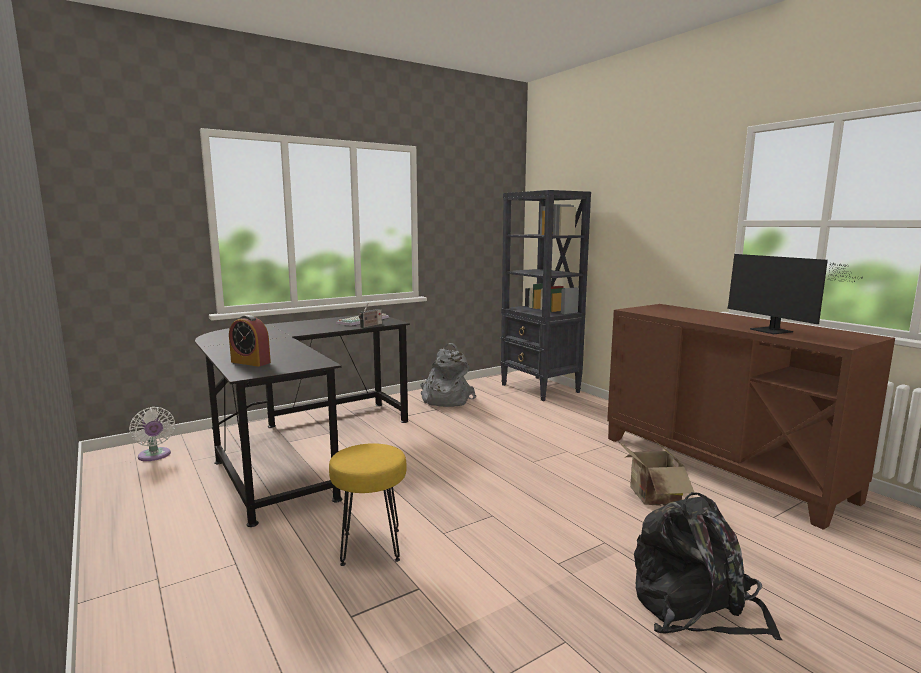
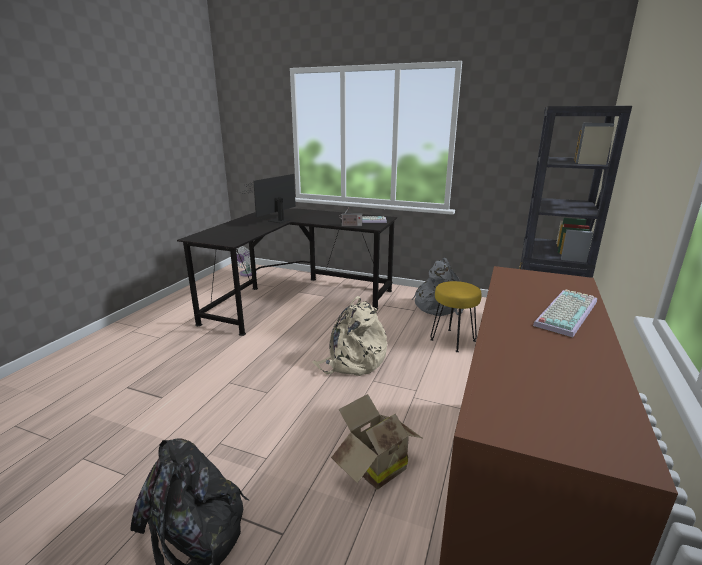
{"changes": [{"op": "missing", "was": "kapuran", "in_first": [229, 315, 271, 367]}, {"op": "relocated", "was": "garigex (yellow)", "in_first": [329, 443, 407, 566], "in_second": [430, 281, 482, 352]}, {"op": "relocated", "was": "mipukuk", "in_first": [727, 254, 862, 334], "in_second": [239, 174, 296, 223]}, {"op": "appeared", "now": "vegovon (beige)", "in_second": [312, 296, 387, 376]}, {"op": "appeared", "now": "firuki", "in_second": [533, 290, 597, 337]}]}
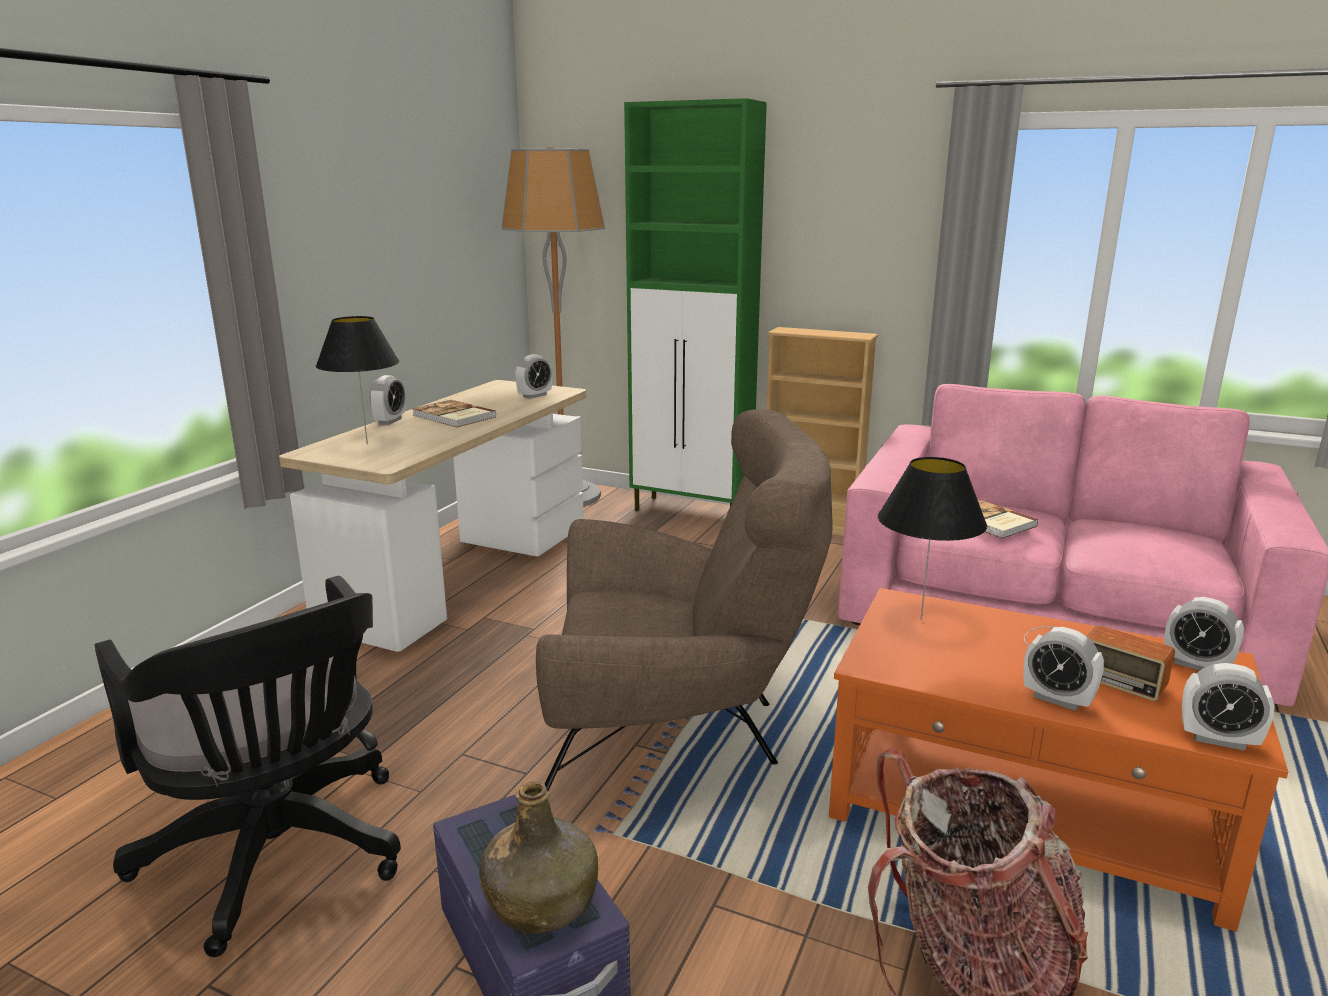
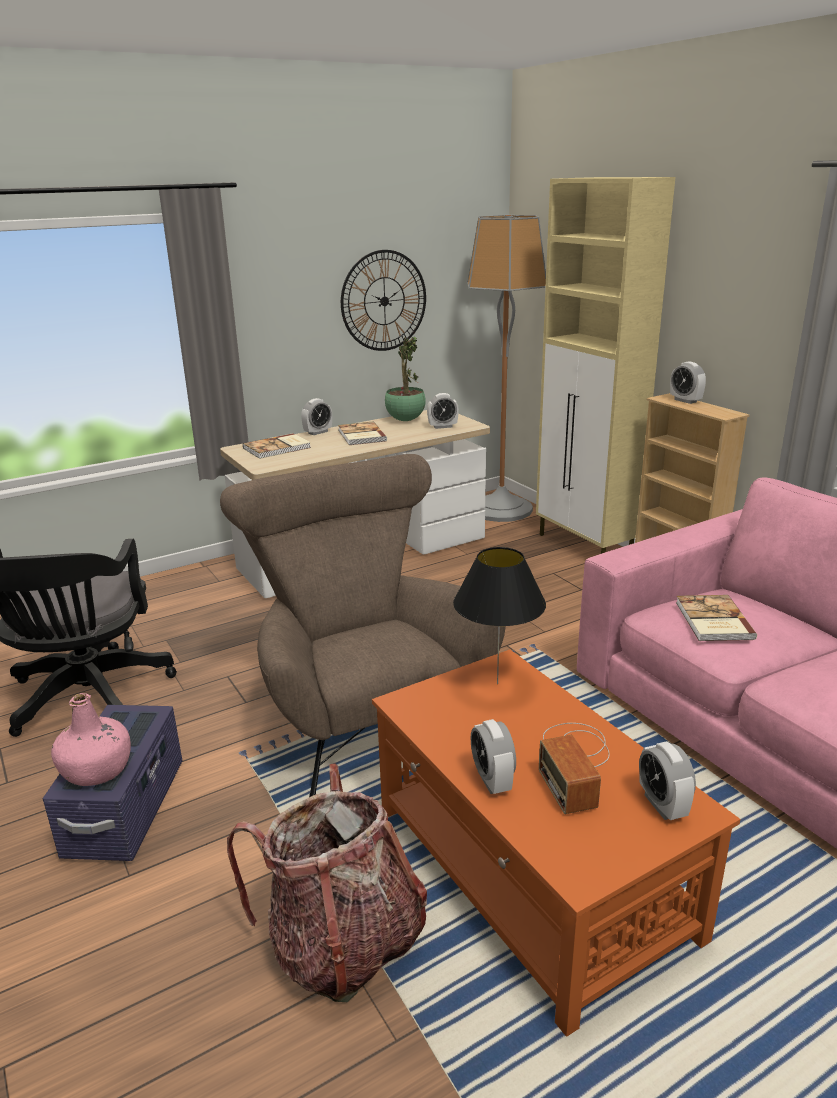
{"changes": [{"op": "exchanged", "was": "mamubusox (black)", "now": "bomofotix", "in_first": [316, 316, 399, 444], "in_second": [243, 433, 311, 459]}, {"op": "colour", "was": "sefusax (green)", "now": "sefusax (pink)", "in_first": [479, 782, 598, 933], "in_second": [51, 693, 131, 786]}, {"op": "spun", "was": "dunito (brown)", "in_first": [536, 409, 833, 791], "in_second": [220, 454, 506, 797], "clockwise": -150}, {"op": "colour", "was": "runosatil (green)", "now": "runosatil (beige)", "in_first": [624, 98, 767, 511], "in_second": [536, 177, 675, 554]}, {"op": "relocated", "was": "kapuran", "in_first": [1182, 663, 1275, 751], "in_second": [670, 361, 706, 404]}, {"op": "appeared", "now": "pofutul", "in_second": [341, 250, 426, 351]}, {"op": "appeared", "now": "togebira", "in_second": [385, 337, 426, 421]}]}
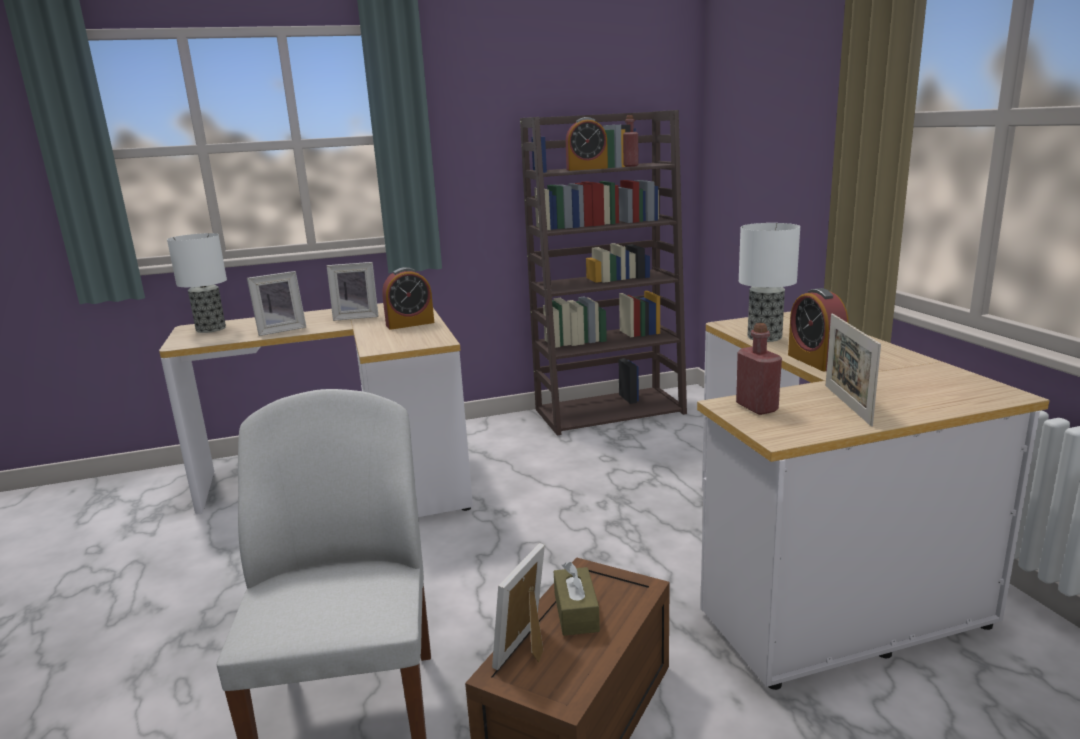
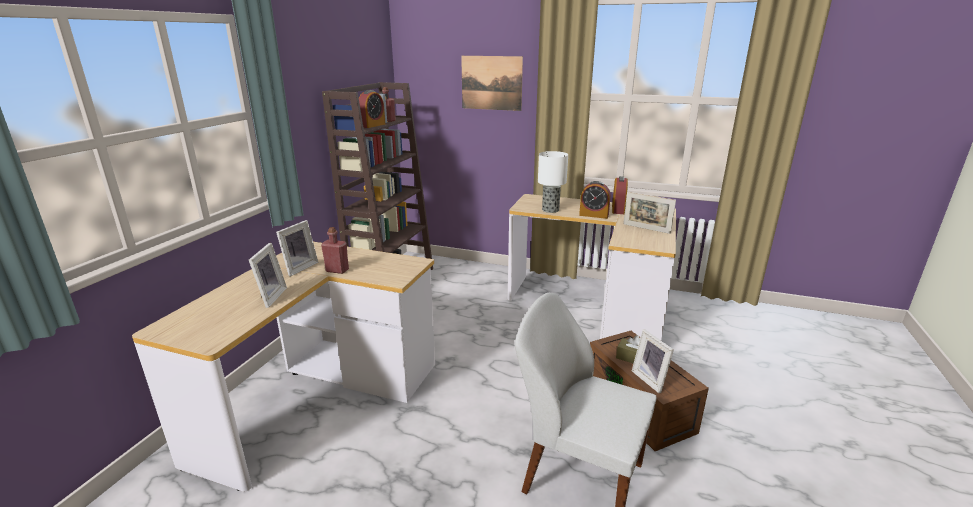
{"changes": [{"op": "missing", "was": "mamubusox", "in_first": [167, 233, 227, 333]}, {"op": "relocated", "was": "kapuran", "in_first": [382, 267, 434, 330], "in_second": [612, 176, 628, 214]}, {"op": "relocated", "was": "sefusax (red)", "in_first": [736, 323, 782, 415], "in_second": [321, 227, 349, 274]}, {"op": "appeared", "now": "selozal", "in_second": [461, 56, 523, 111]}]}
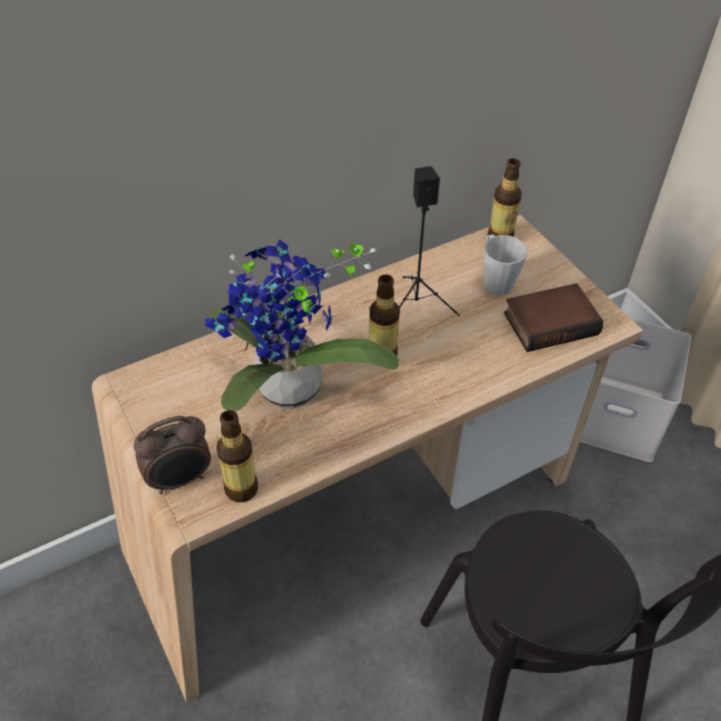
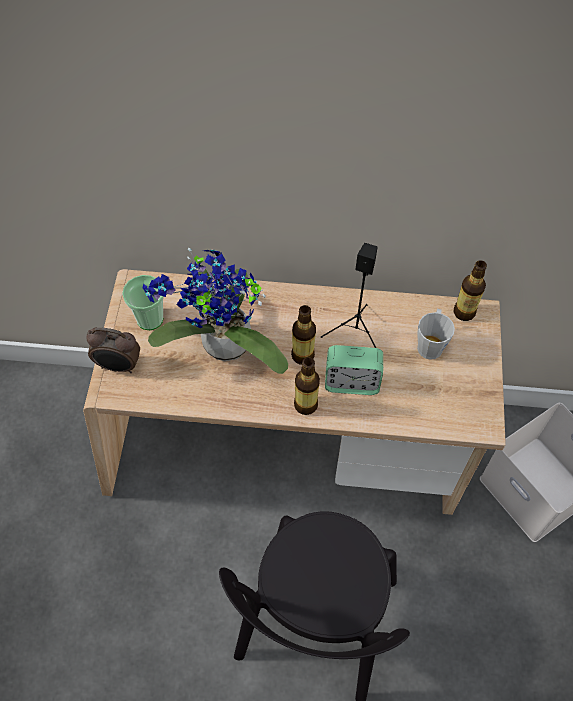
{"changes": [{"op": "relocated", "was": "sefusax", "in_first": [216, 410, 258, 502], "in_second": [294, 357, 320, 415]}, {"op": "missing", "was": "bomofotix", "in_first": [504, 283, 603, 352]}, {"op": "appeared", "now": "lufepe", "in_second": [122, 275, 164, 330]}, {"op": "appeared", "now": "kapuran", "in_second": [325, 345, 383, 395]}]}
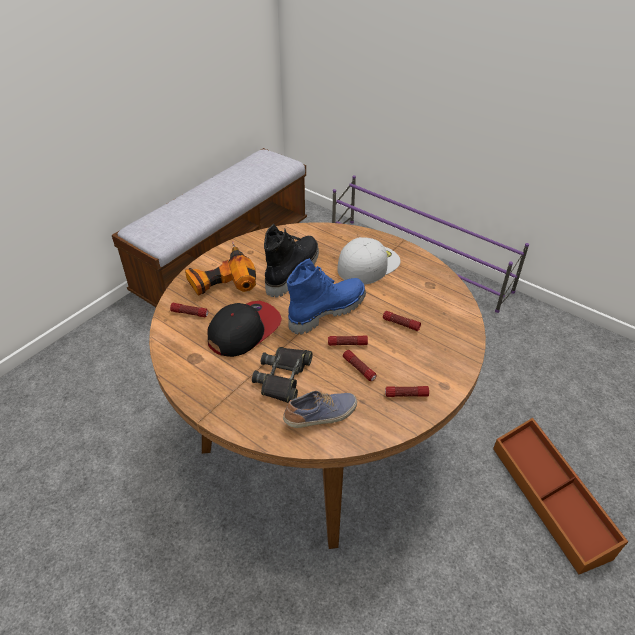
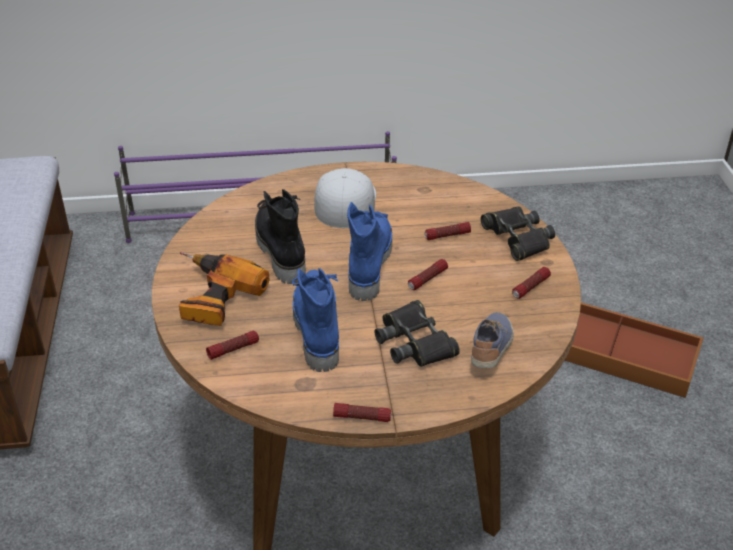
{"changes": [{"op": "exchanged", "was": "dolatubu", "now": "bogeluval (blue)", "in_first": [208, 301, 282, 357], "in_second": [292, 268, 339, 372]}, {"op": "relocated", "was": "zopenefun", "in_first": [343, 350, 376, 381], "in_second": [333, 403, 391, 422]}, {"op": "appeared", "now": "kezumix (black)", "in_second": [481, 206, 555, 261]}]}
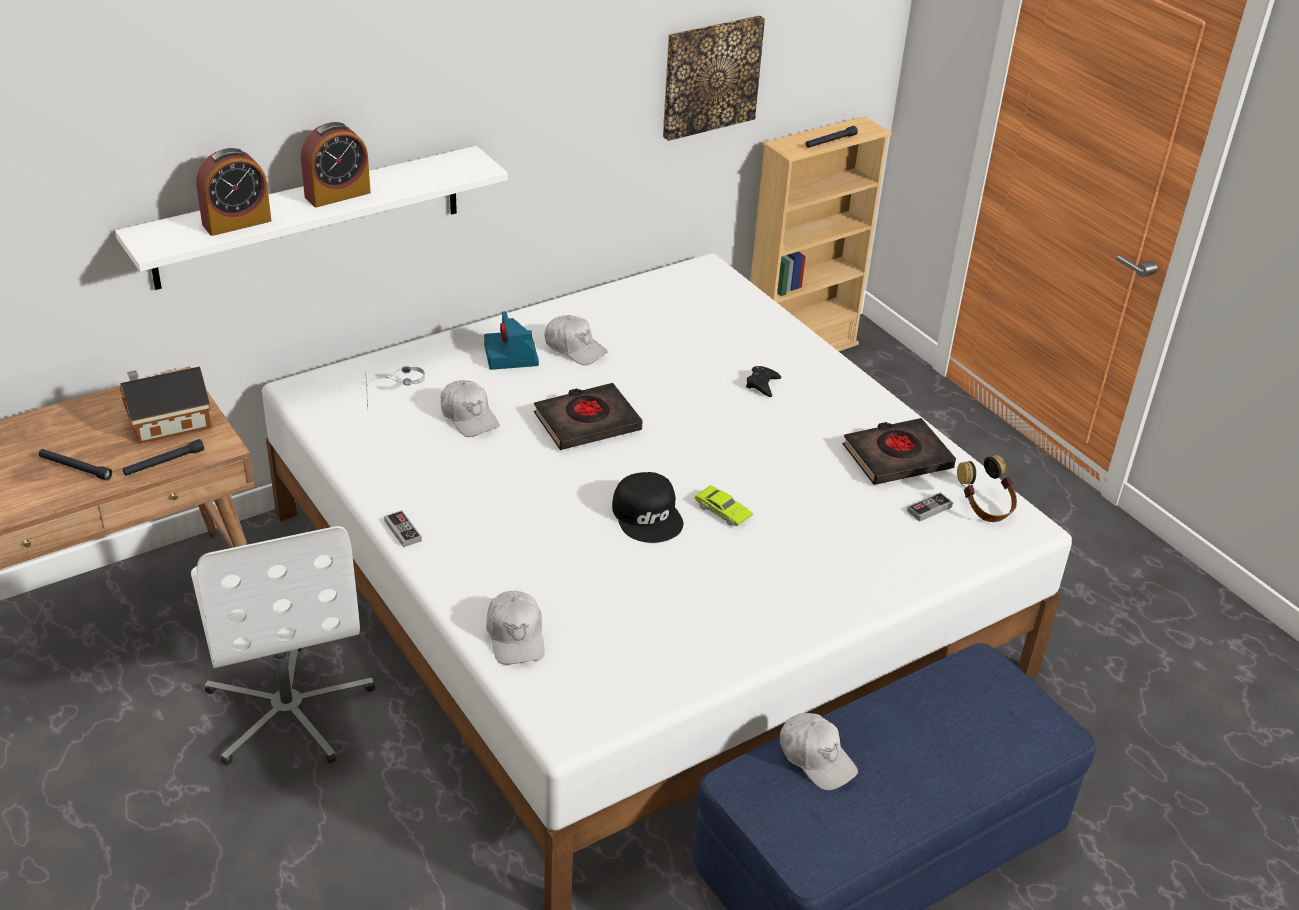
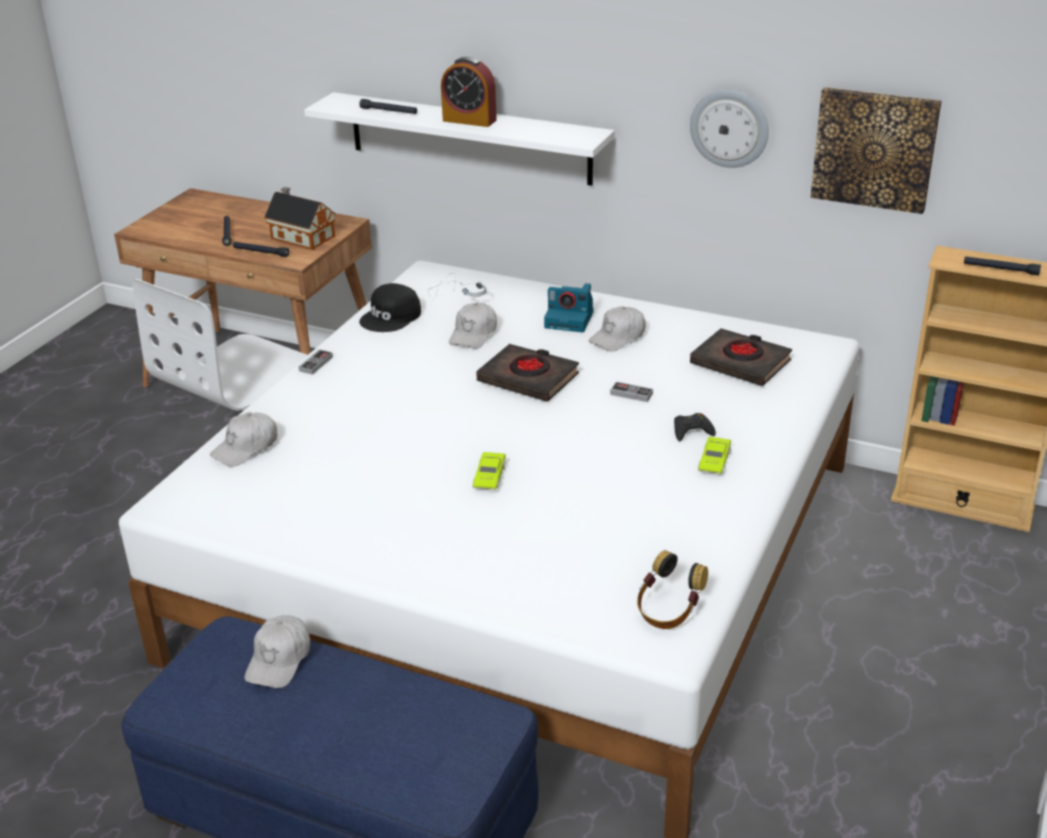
{"changes": [{"op": "exchanged", "was": "kapuran", "now": "zopenefun (black)", "in_first": [196, 148, 271, 236], "in_second": [359, 99, 417, 114]}, {"op": "spun", "was": "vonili", "in_first": [484, 311, 539, 370], "in_second": [544, 283, 593, 332], "clockwise": -120}, {"op": "spun", "was": "dolatubu (white)", "in_first": [545, 315, 608, 365], "in_second": [588, 306, 646, 352], "clockwise": 45}, {"op": "relocated", "was": "dolatubu (black)", "in_first": [612, 472, 683, 543], "in_second": [359, 283, 421, 332]}, {"op": "relocated", "was": "bomofotix (black)", "in_first": [843, 418, 956, 485], "in_second": [690, 329, 792, 386]}, {"op": "relocated", "was": "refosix", "in_first": [907, 492, 953, 522], "in_second": [610, 382, 653, 402]}, {"op": "appeared", "now": "pofutul", "in_second": [690, 90, 769, 168]}, {"op": "appeared", "now": "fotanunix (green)", "in_second": [698, 437, 731, 474]}]}
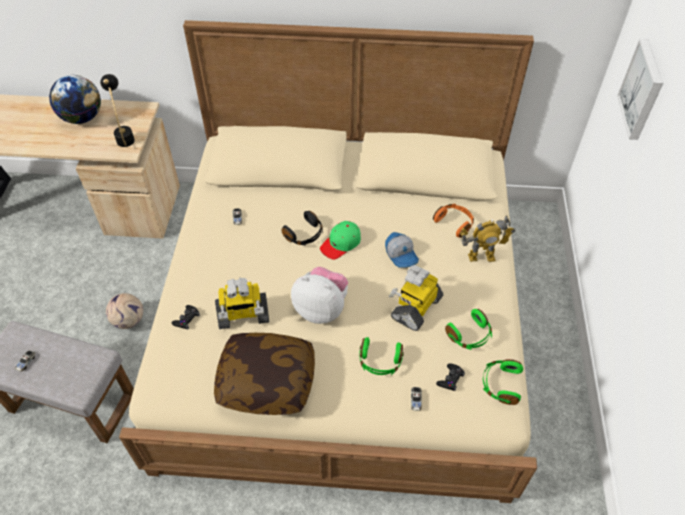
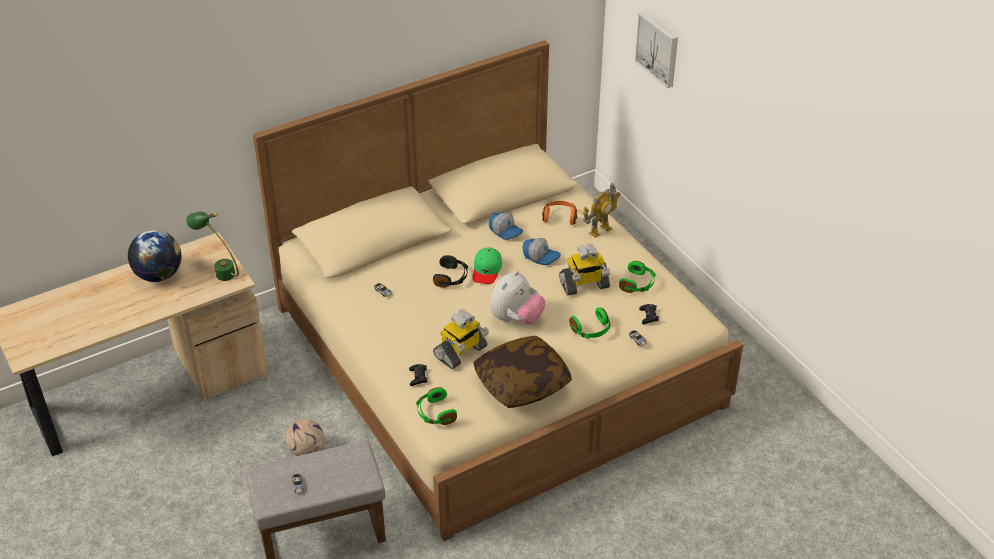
{"changes": [{"op": "colour", "was": "mamubusox (black)", "now": "mamubusox (green)", "in_first": [100, 74, 135, 147], "in_second": [186, 212, 239, 281]}, {"op": "spun", "was": "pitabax", "in_first": [291, 267, 348, 324], "in_second": [490, 271, 545, 325], "clockwise": 135}, {"op": "spun", "was": "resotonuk", "in_first": [389, 265, 443, 331], "in_second": [559, 244, 610, 296], "clockwise": -105}, {"op": "relocated", "was": "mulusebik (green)", "in_first": [483, 359, 523, 405], "in_second": [416, 387, 457, 425]}, {"op": "appeared", "now": "dolatubu", "in_second": [488, 212, 523, 240]}]}
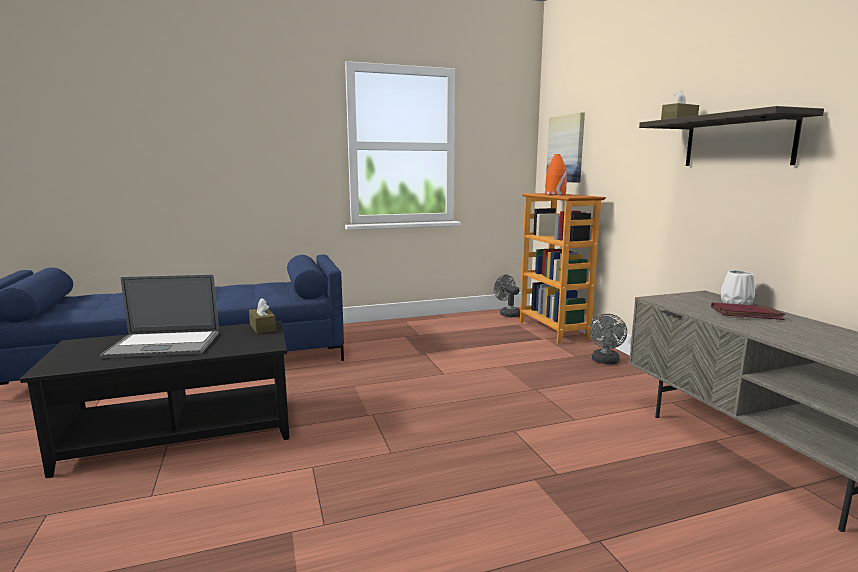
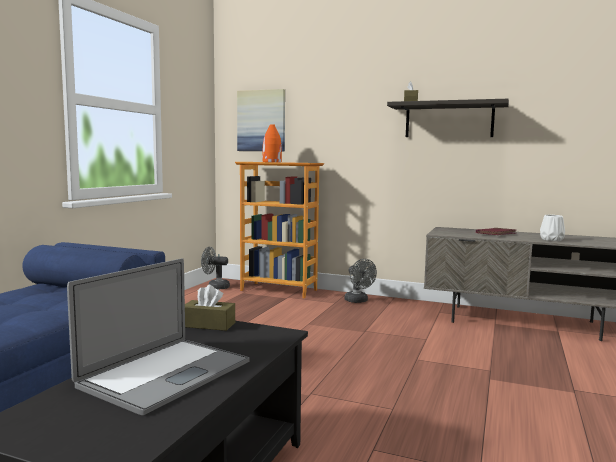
{"changes": [{"op": "relocated", "was": "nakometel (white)", "in_first": [721, 270, 755, 305], "in_second": [540, 215, 565, 241]}]}
